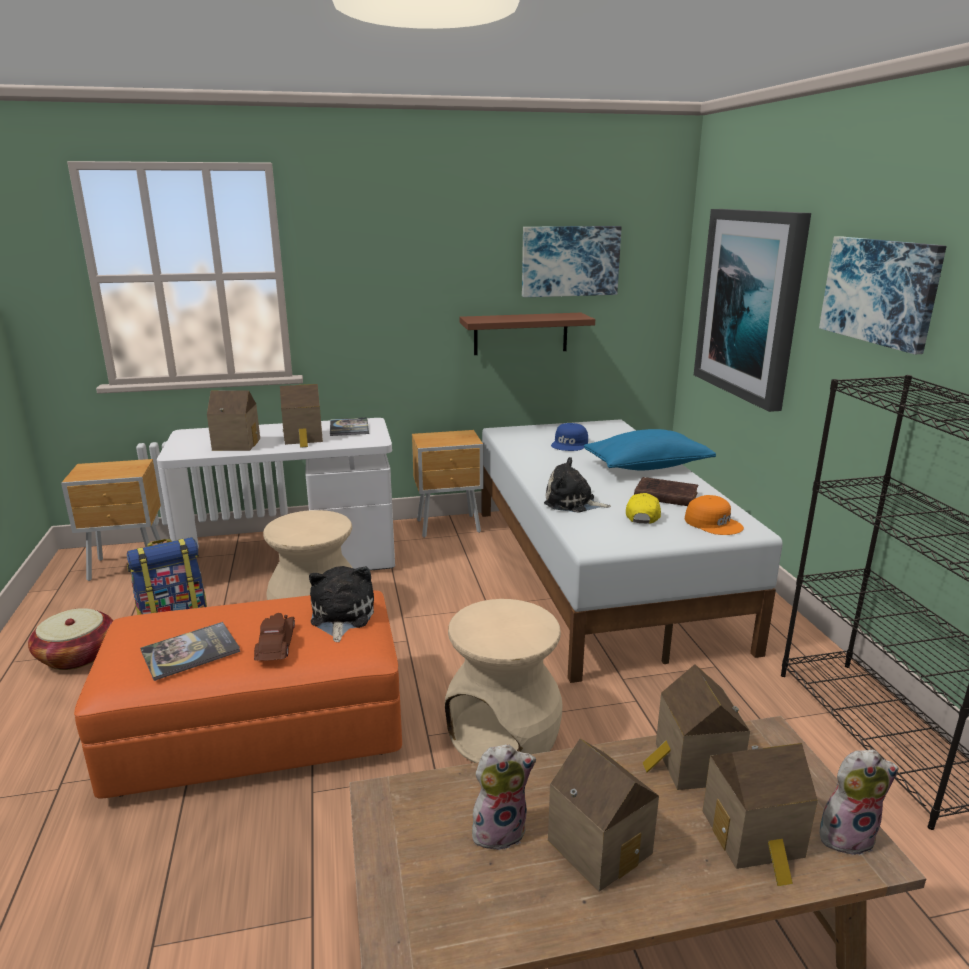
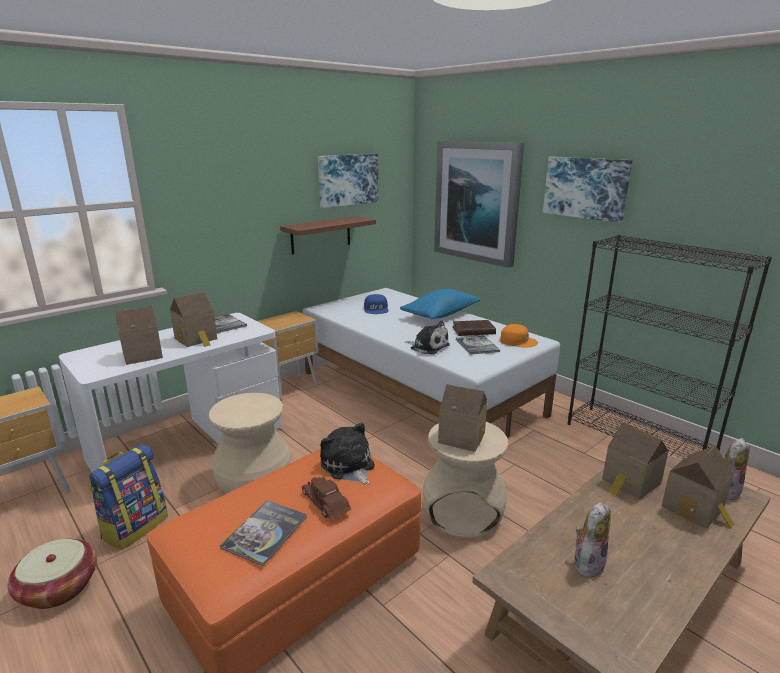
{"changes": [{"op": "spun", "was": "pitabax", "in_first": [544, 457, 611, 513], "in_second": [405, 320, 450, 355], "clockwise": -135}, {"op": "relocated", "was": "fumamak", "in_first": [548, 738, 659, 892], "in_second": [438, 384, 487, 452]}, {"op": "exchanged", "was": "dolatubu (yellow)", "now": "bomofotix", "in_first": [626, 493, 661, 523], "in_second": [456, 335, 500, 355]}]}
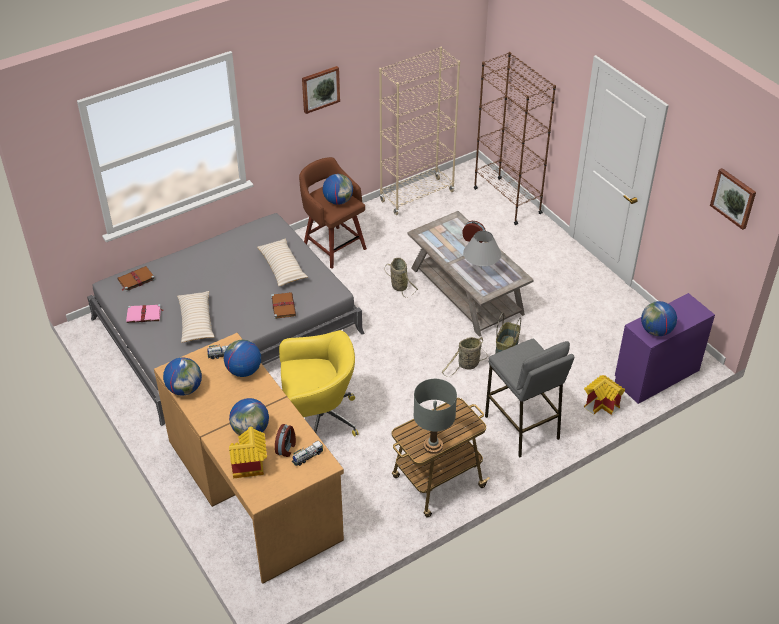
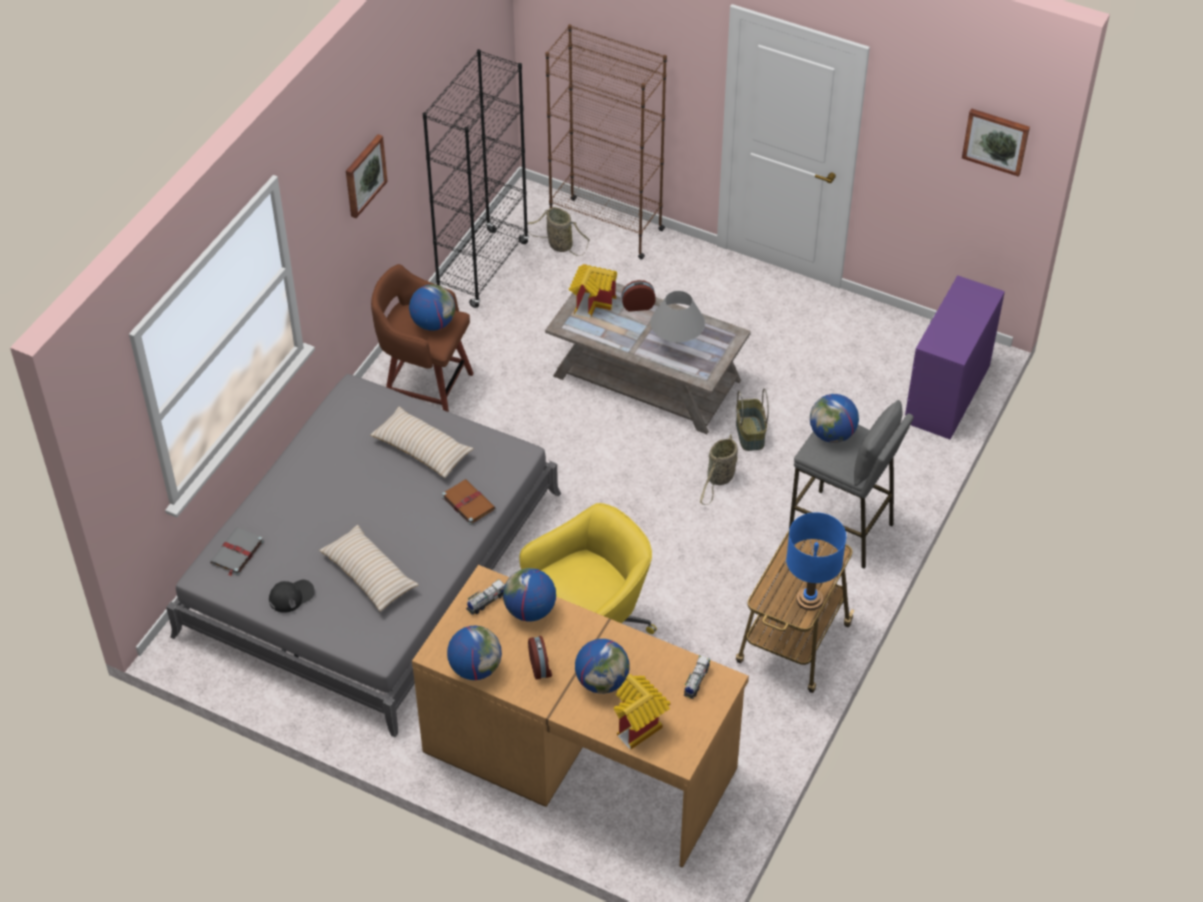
{"changes": [{"op": "colour", "was": "bomofotix (brown)", "now": "bomofotix (grey)", "in_first": [117, 266, 155, 292], "in_second": [210, 527, 264, 577]}, {"op": "exchanged", "was": "bomofotix (pink)", "now": "dolatubu (black)", "in_first": [126, 304, 164, 323], "in_second": [269, 580, 315, 613]}, {"op": "relocated", "was": "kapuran", "in_first": [275, 424, 296, 457], "in_second": [528, 636, 552, 680]}, {"op": "colour", "was": "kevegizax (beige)", "now": "kevegizax (black)", "in_first": [379, 47, 460, 215], "in_second": [423, 49, 529, 308]}, {"op": "relocated", "was": "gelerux", "in_first": [385, 258, 418, 298], "in_second": [527, 207, 590, 256]}, {"op": "colour", "was": "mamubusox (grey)", "now": "mamubusox (blue)", "in_first": [414, 379, 457, 454], "in_second": [786, 512, 846, 611]}, {"op": "relocated", "was": "fumamak", "in_first": [584, 375, 625, 415], "in_second": [569, 264, 617, 318]}, {"op": "relocated", "was": "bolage", "in_first": [641, 301, 677, 336], "in_second": [810, 394, 859, 443]}]}
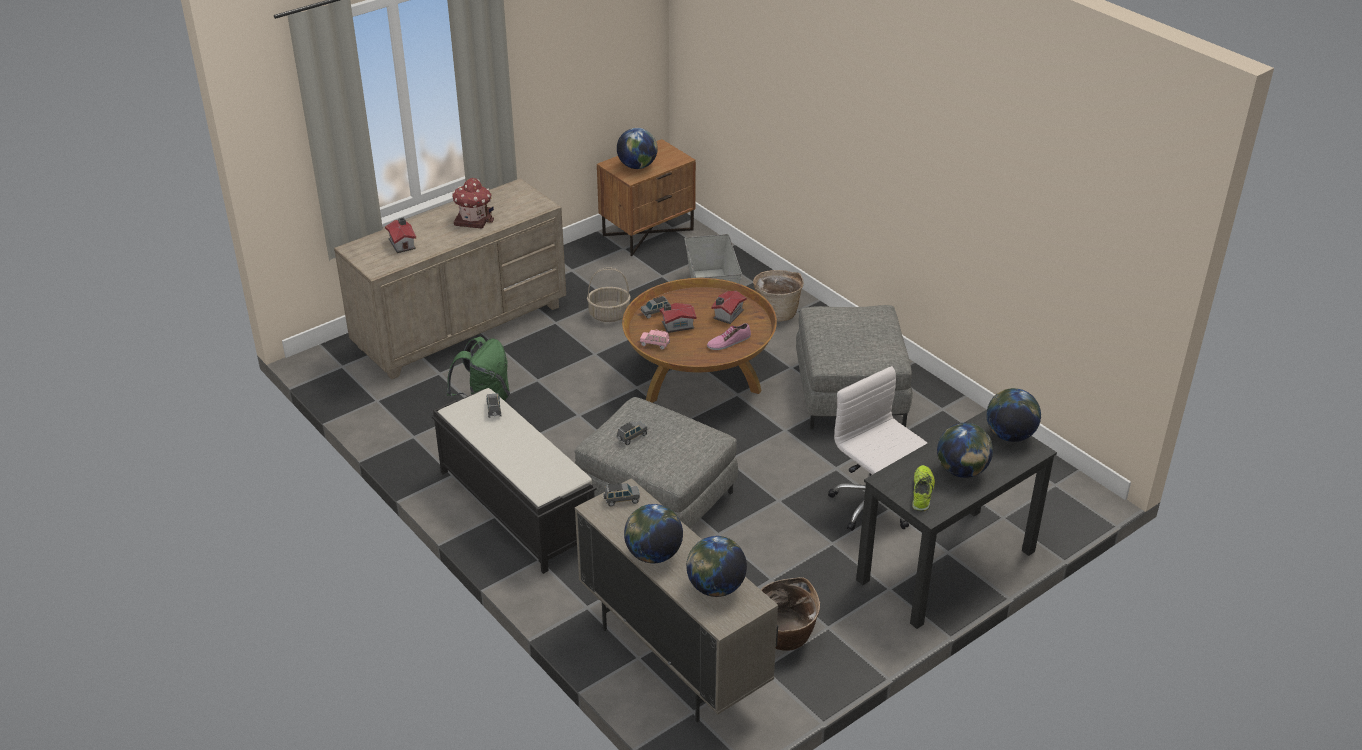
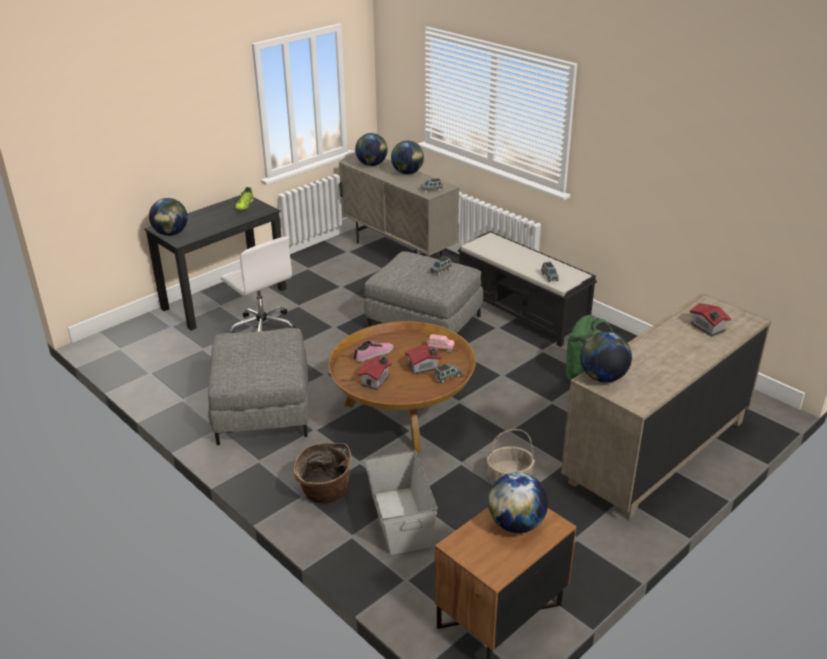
{"changes": [{"op": "missing", "was": "fumamak", "in_first": [452, 178, 494, 228]}, {"op": "missing", "was": "gelerux", "in_first": [761, 577, 820, 651]}, {"op": "relocated", "was": "bolage", "in_first": [937, 423, 993, 478], "in_second": [580, 332, 632, 382]}]}
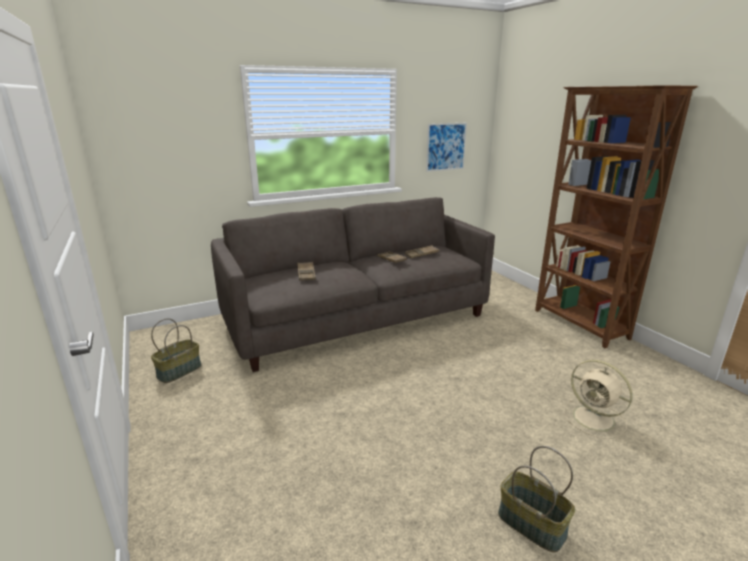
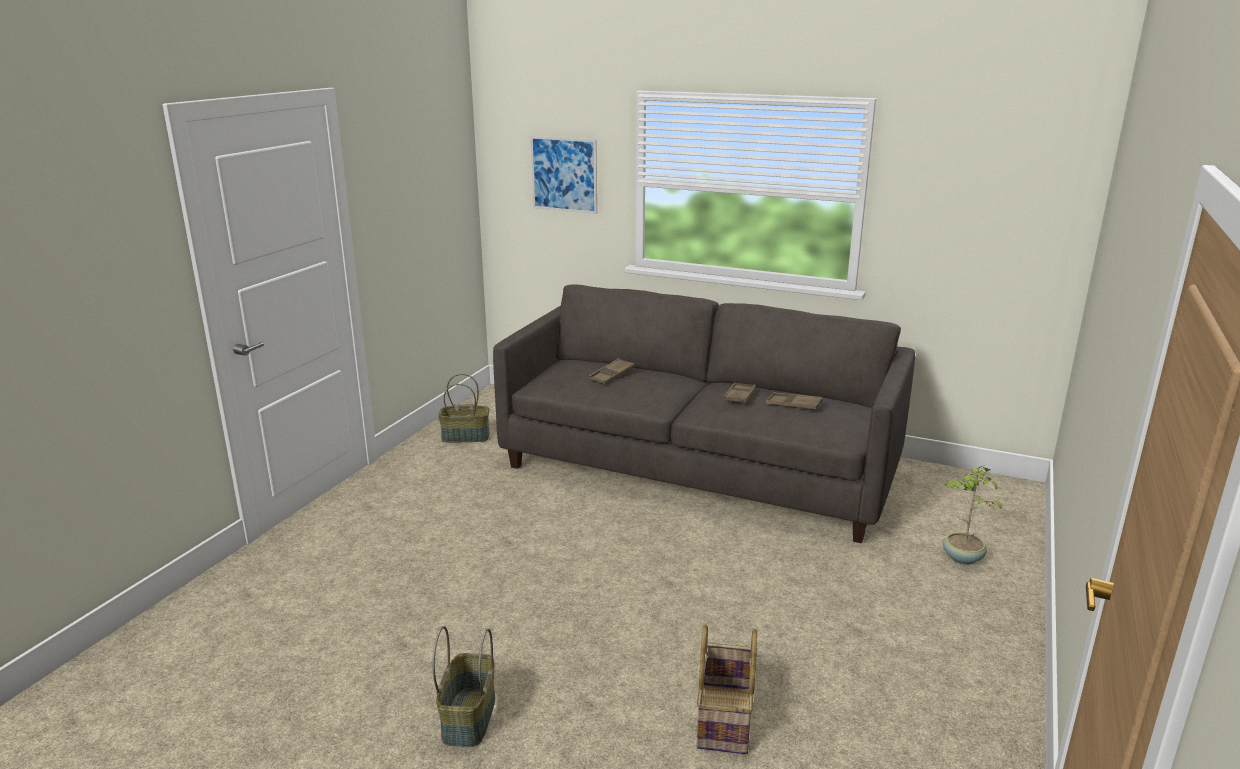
{"changes": [{"op": "relocated", "was": "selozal", "in_first": [426, 123, 467, 172], "in_second": [530, 136, 597, 214]}, {"op": "missing", "was": "kevegizax (brown)", "in_first": [535, 85, 698, 348]}, {"op": "exchanged", "was": "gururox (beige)", "now": "gelerux", "in_first": [563, 360, 632, 439], "in_second": [697, 624, 757, 754]}, {"op": "appeared", "now": "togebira", "in_second": [943, 465, 1002, 565]}]}
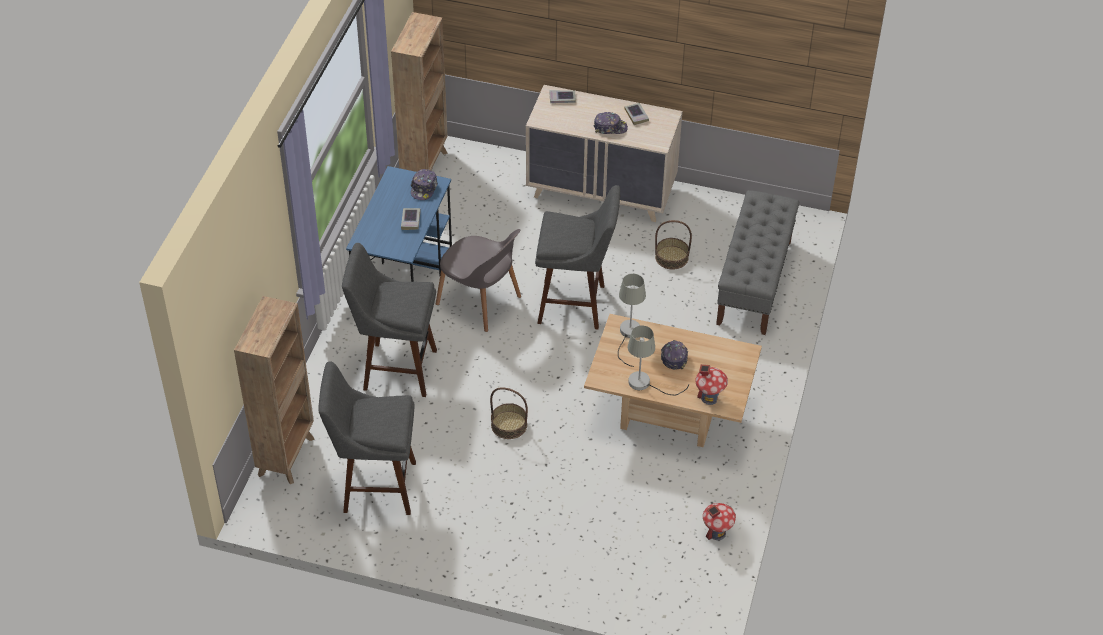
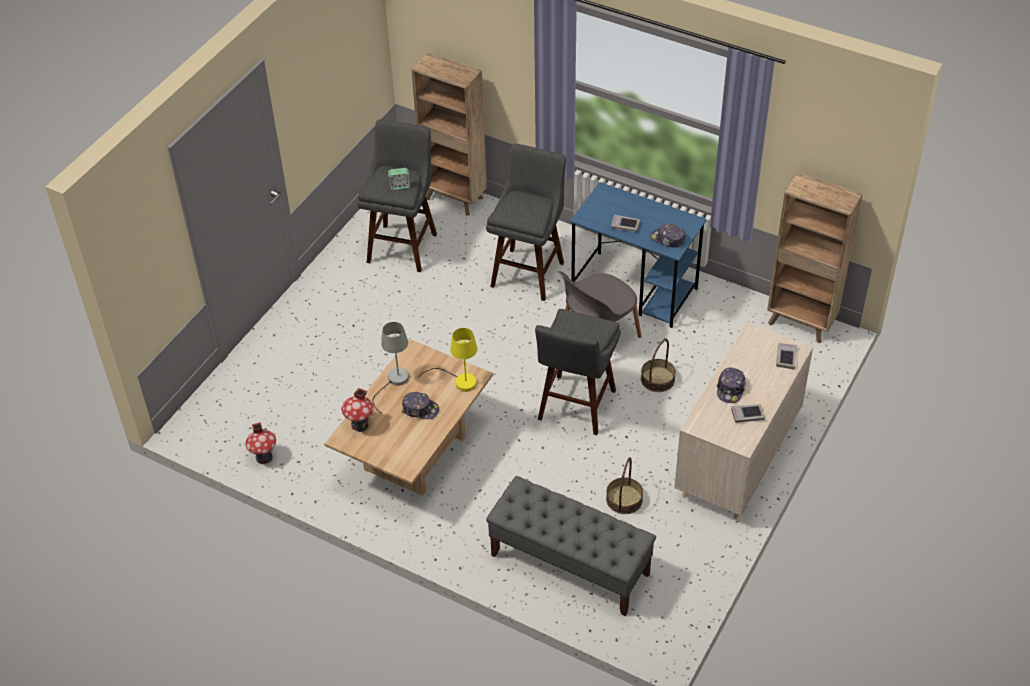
{"changes": [{"op": "relocated", "was": "gelerux", "in_first": [490, 387, 528, 439], "in_second": [641, 339, 676, 392]}, {"op": "colour", "was": "mamubusox (grey)", "now": "mamubusox (yellow)", "in_first": [618, 274, 646, 367], "in_second": [419, 328, 477, 392]}, {"op": "appeared", "now": "kapuran", "in_second": [388, 168, 410, 190]}]}
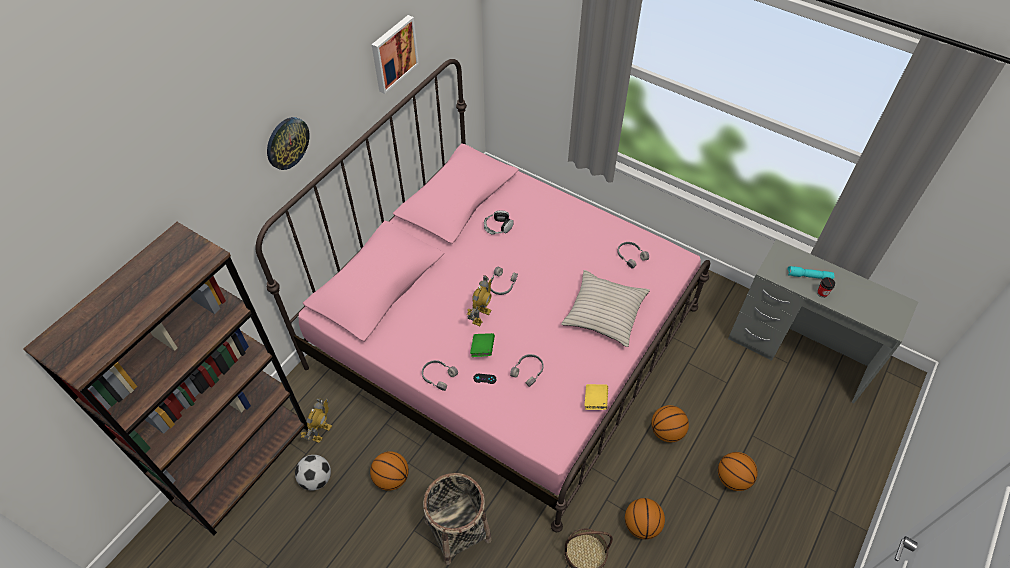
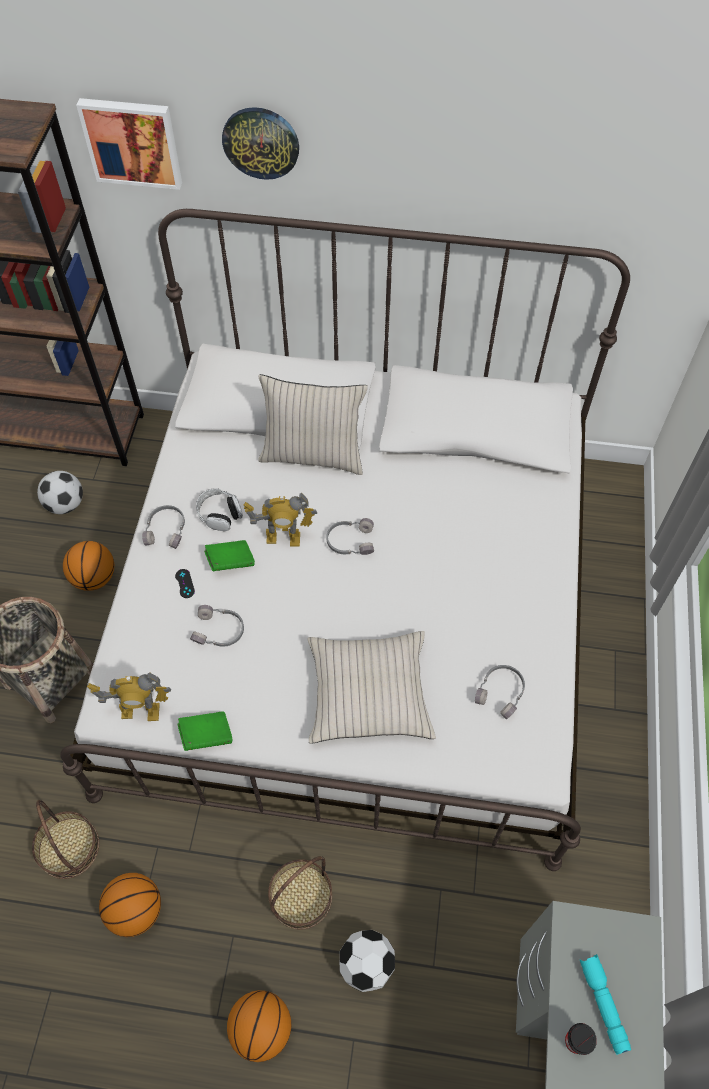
{"changes": [{"op": "colour", "was": "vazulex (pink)", "now": "vazulex (white)", "in_first": [256, 59, 710, 532], "in_second": [60, 209, 630, 871]}, {"op": "relocated", "was": "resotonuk", "in_first": [301, 398, 332, 443], "in_second": [87, 672, 171, 721]}, {"op": "relocated", "was": "selozal", "in_first": [372, 15, 419, 94], "in_second": [76, 98, 182, 190]}, {"op": "relocated", "was": "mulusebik", "in_first": [484, 211, 514, 235], "in_second": [196, 488, 243, 531]}, {"op": "colour", "was": "bomofotix (yellow)", "now": "bomofotix (green)", "in_first": [584, 384, 608, 410], "in_second": [177, 711, 232, 751]}, {"op": "exchanged", "was": "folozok", "now": "gelerux", "in_first": [651, 405, 689, 442], "in_second": [268, 856, 332, 930]}, {"op": "appeared", "now": "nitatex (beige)", "in_second": [259, 374, 368, 475]}, {"op": "appeared", "now": "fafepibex", "in_second": [340, 930, 395, 992]}]}
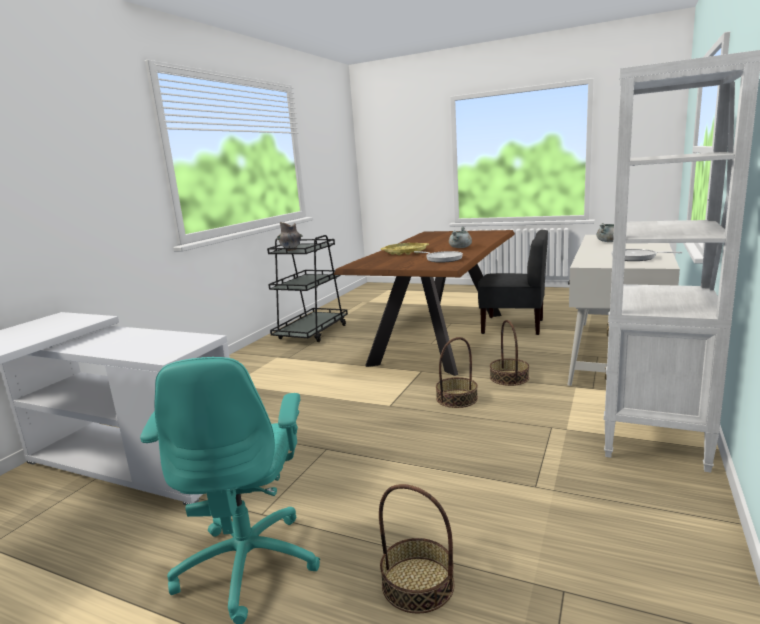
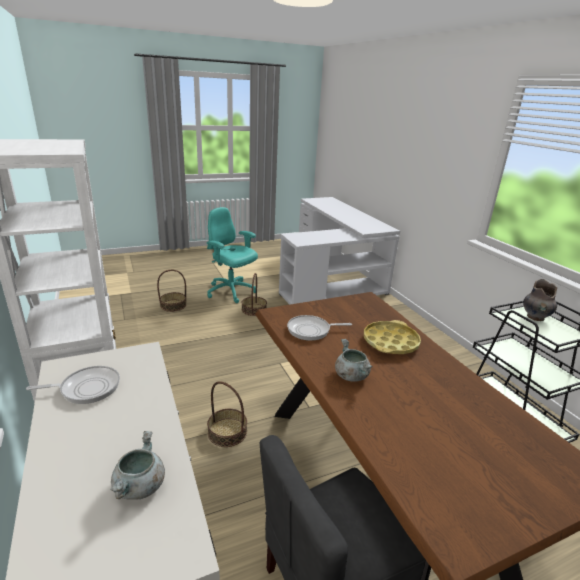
{"changes": [{"op": "relocated", "was": "gelerux", "in_first": [436, 337, 478, 408], "in_second": [242, 273, 267, 316]}]}
